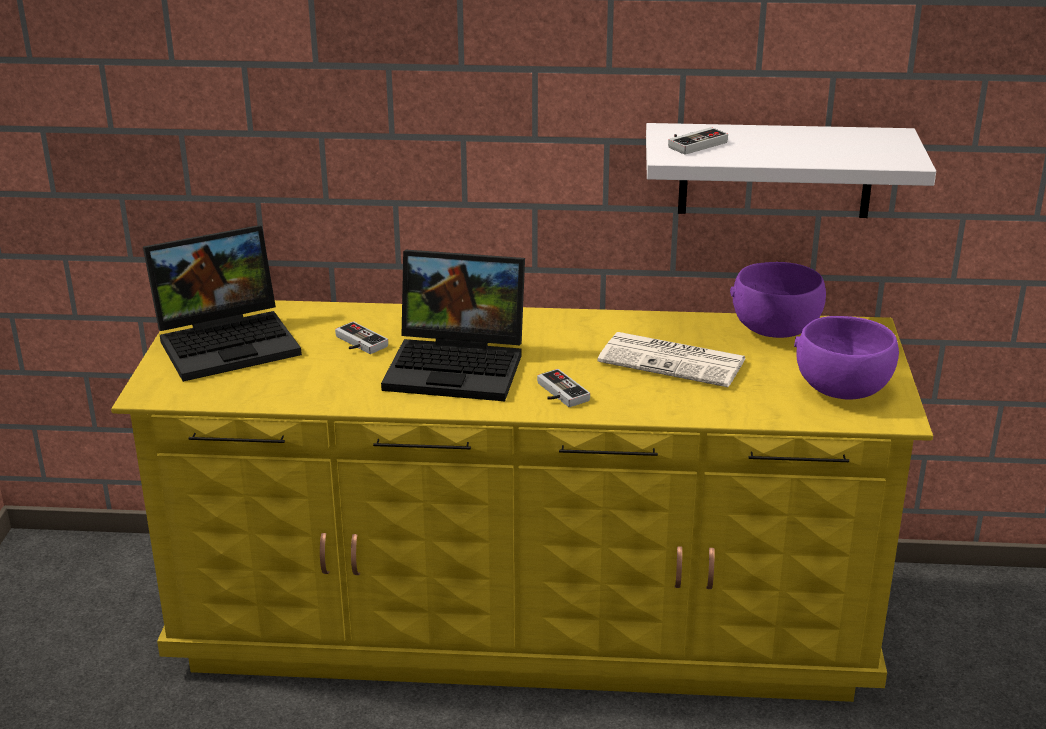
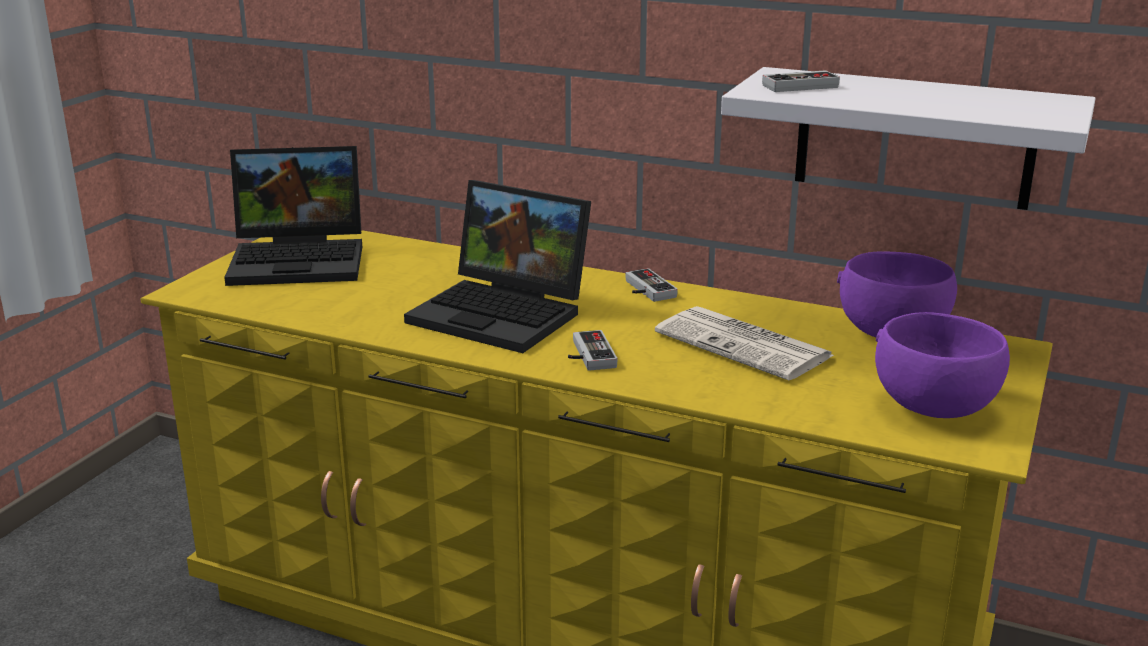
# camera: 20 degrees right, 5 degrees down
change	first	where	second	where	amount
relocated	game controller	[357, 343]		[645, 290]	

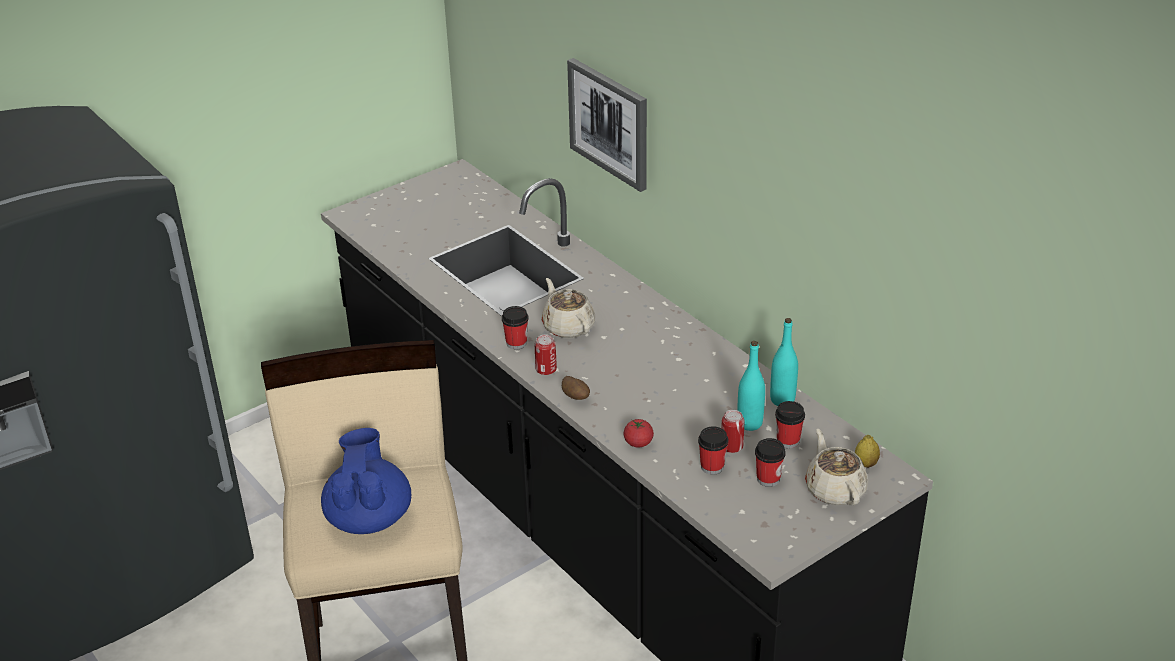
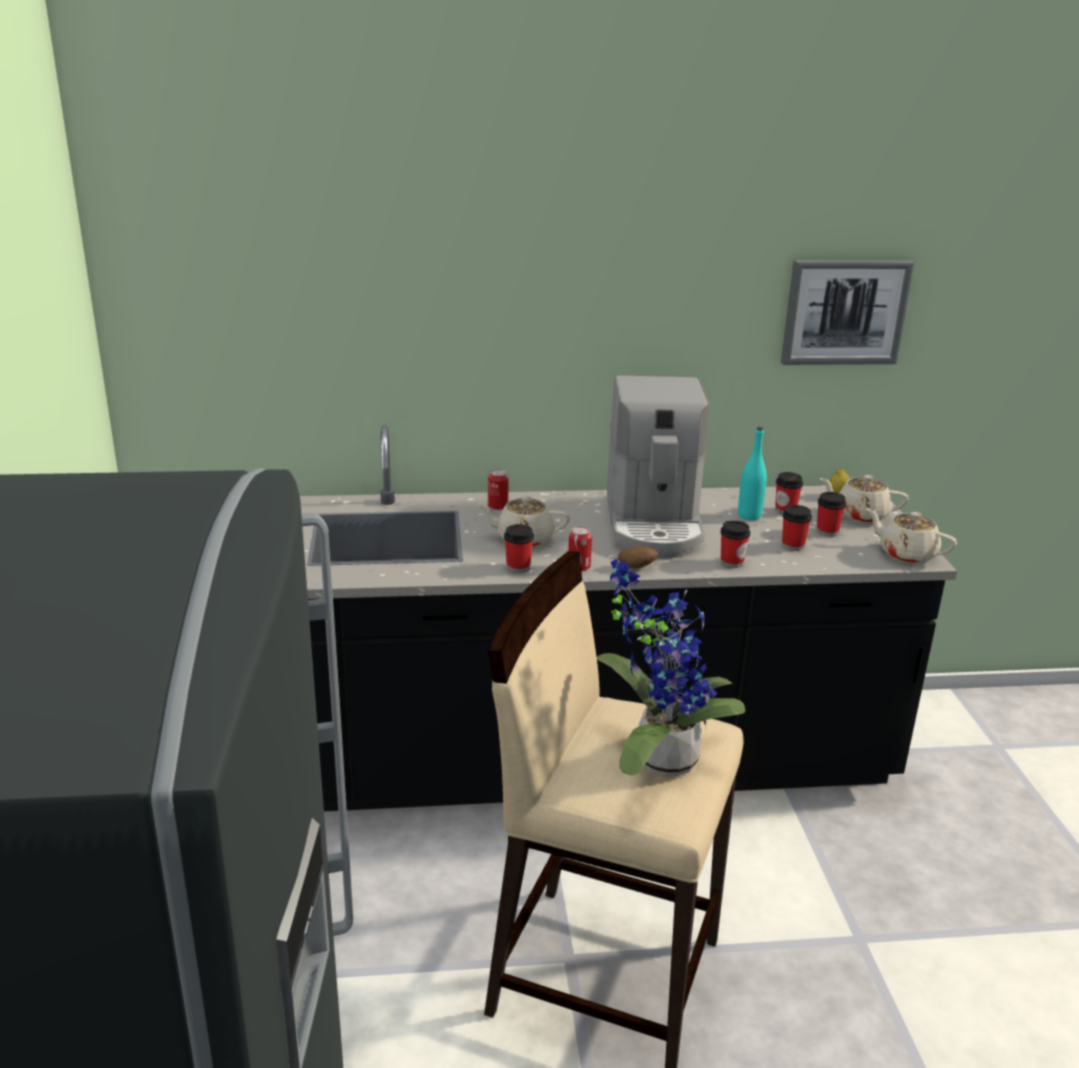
# camera: 60 degrees left, 10 degrees down
change	first	where	second	where	amount
missing	bottle in turquoise	[782, 400]			
appeared			coffee machine	[654, 524]	
appeared			teapot in beige	[906, 554]	
relocated	picture	[609, 123]		[844, 312]	
relocated	can	[731, 447]		[497, 506]	
exchanged	teapot in blue	[369, 517]	potted plant	[658, 758]	
exchanged	tomato	[638, 442]	cup	[731, 563]	

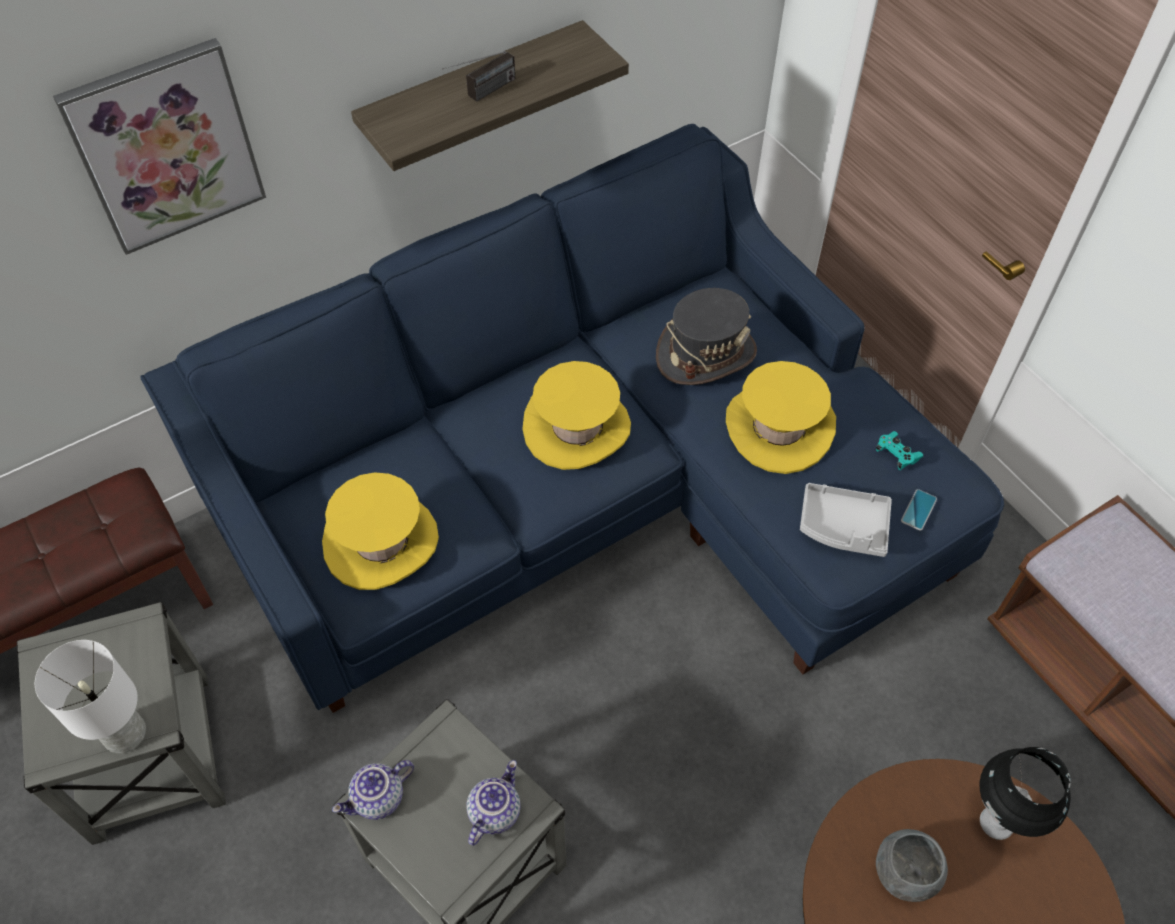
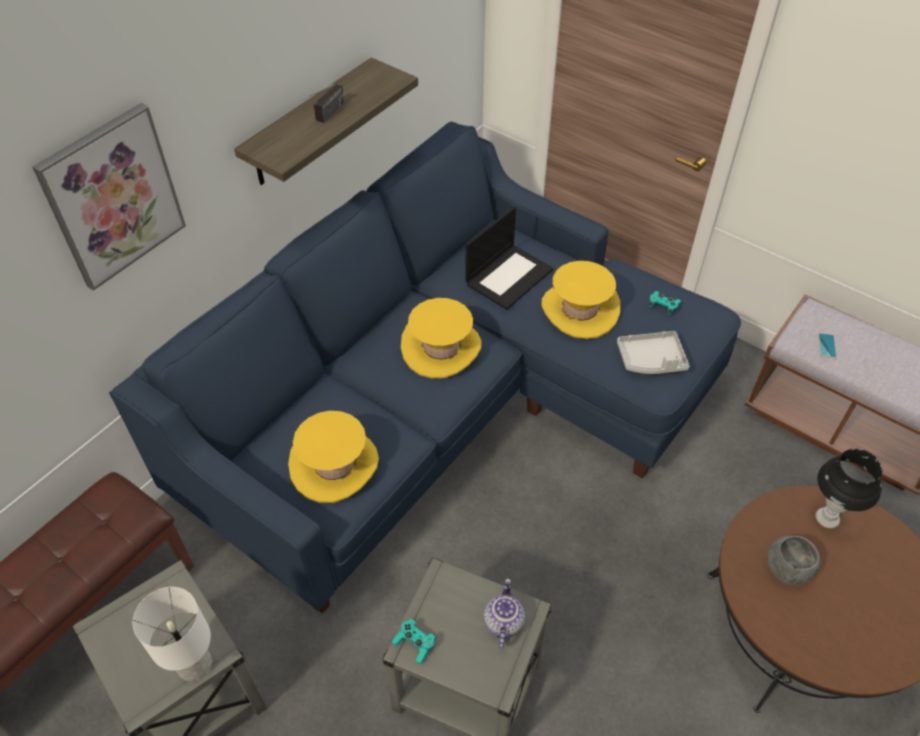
# camera: 20 degrees left, 5 degrees down
change	first	where	second	where	amount
relocated	phone	[918, 510]		[826, 346]	
exchanged	teapot	[378, 799]	game controller in turquoise	[415, 643]	
exchanged	hat in grey	[705, 354]	laptop	[509, 276]	

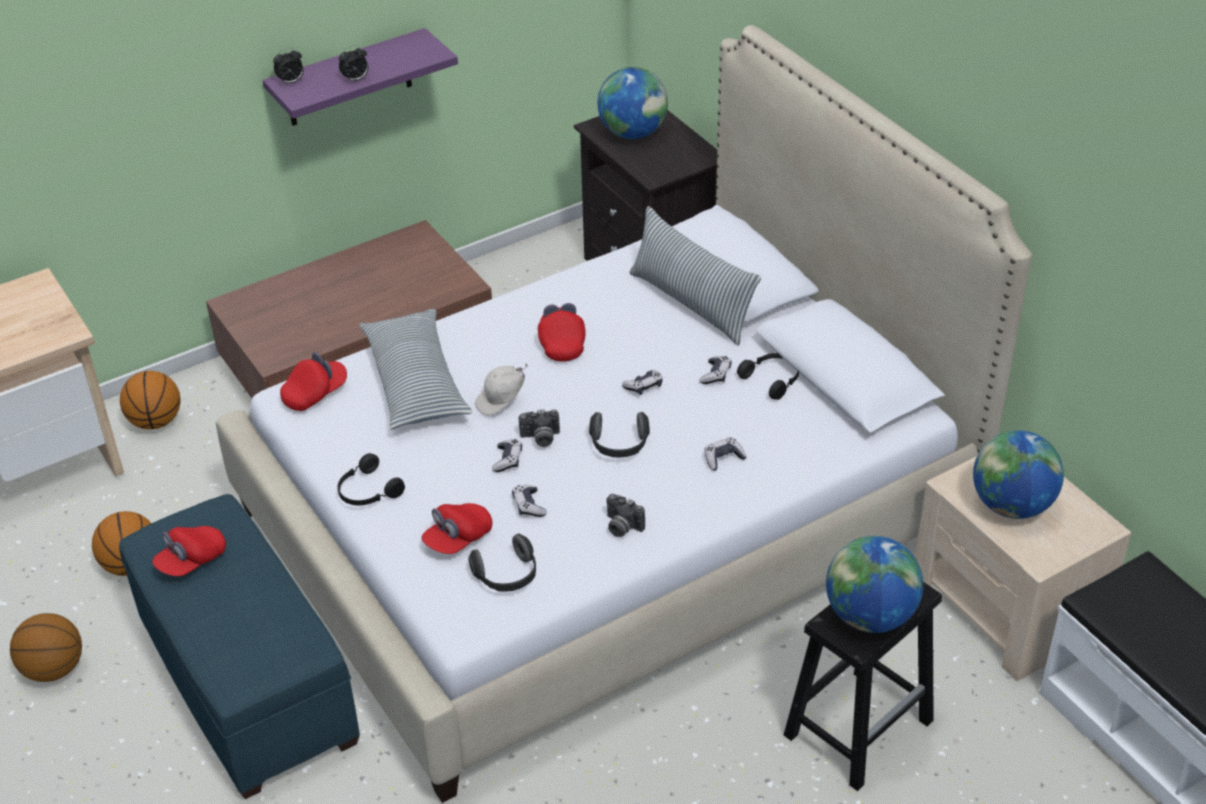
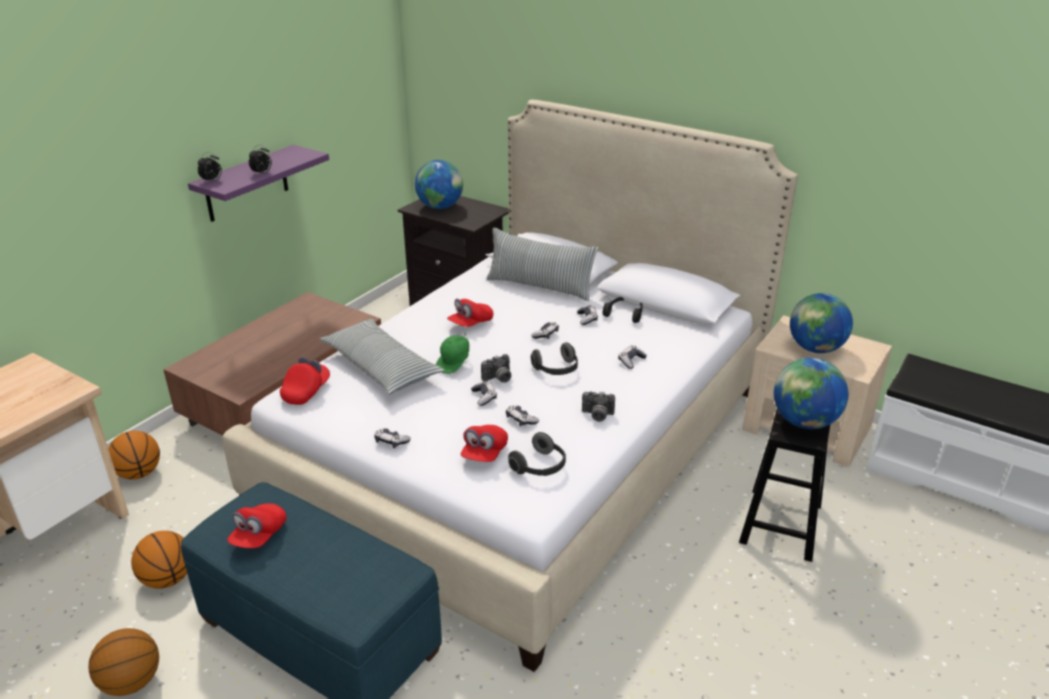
# camera: 25 degrees left, 10 degrees down
change	first	where	second	where	amount
exchanged	headphones in black	[367, 491]	game controller	[391, 442]	
colour	cap in white	[502, 401]	cap in green	[454, 363]	
spun	cap in red	[561, 343]		[470, 323]	105 degrees counterclockwise

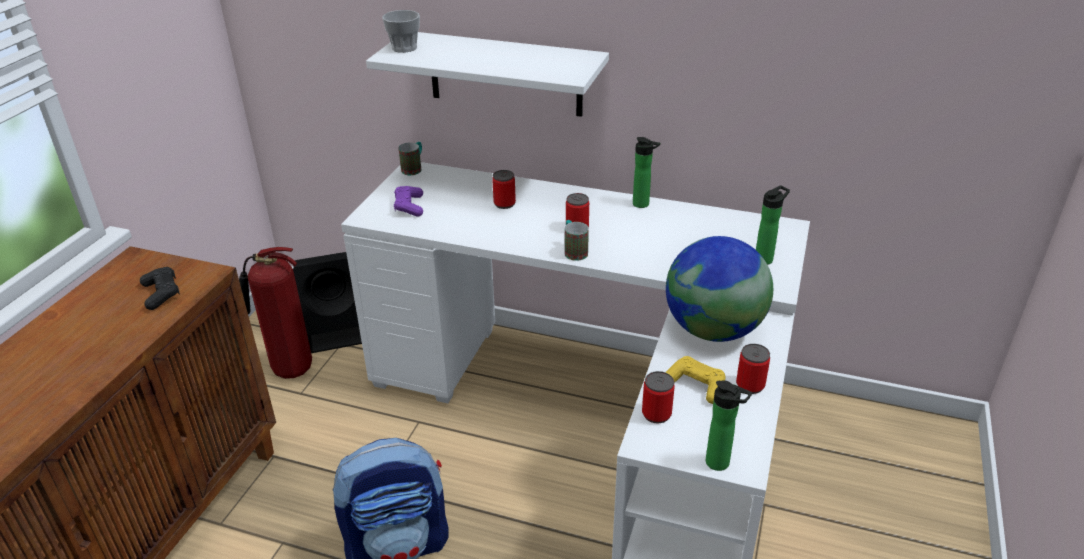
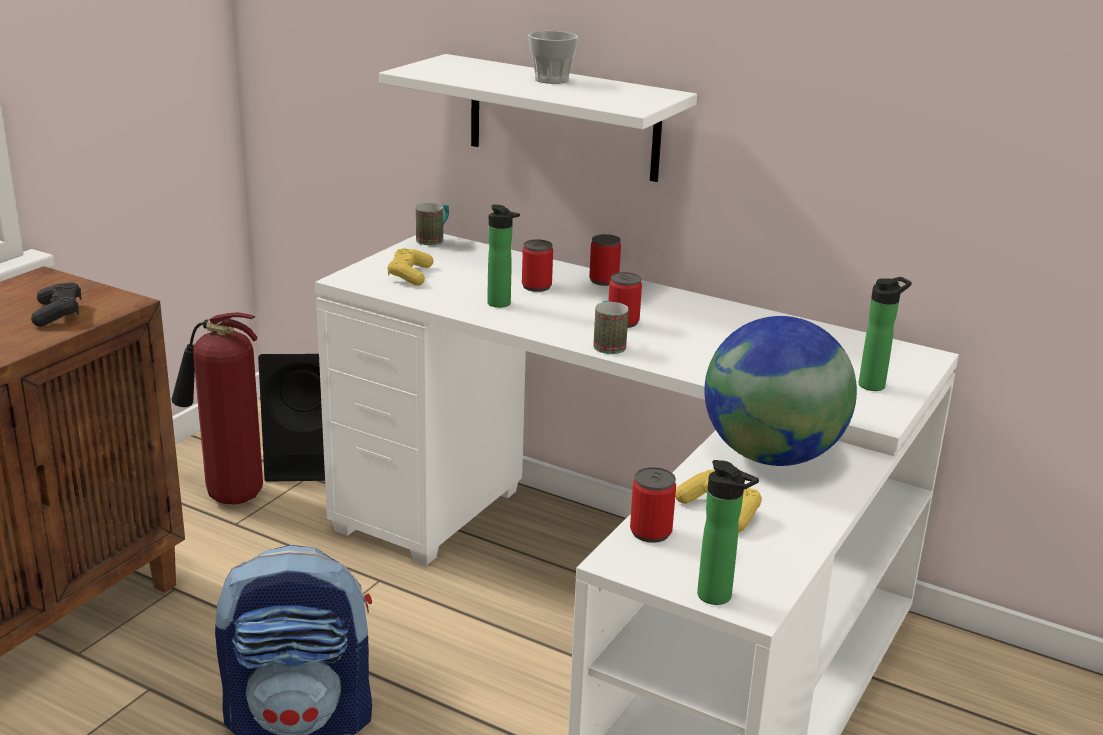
# camera: 10 degrees right, 10 degrees down
change	first	where	second	where	amount
relocated	cup	[404, 48]		[551, 80]	
relocated	bottle	[643, 205]		[501, 304]	
relocated	can	[750, 385]		[604, 280]	
colour	game controller in purple	[409, 207]	game controller in yellow	[410, 275]	

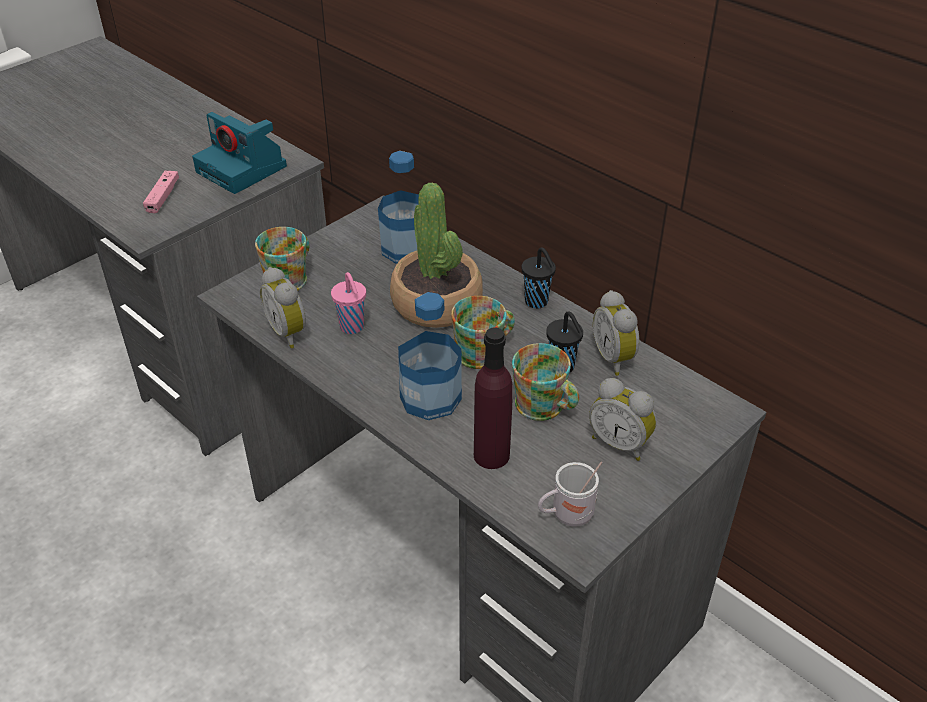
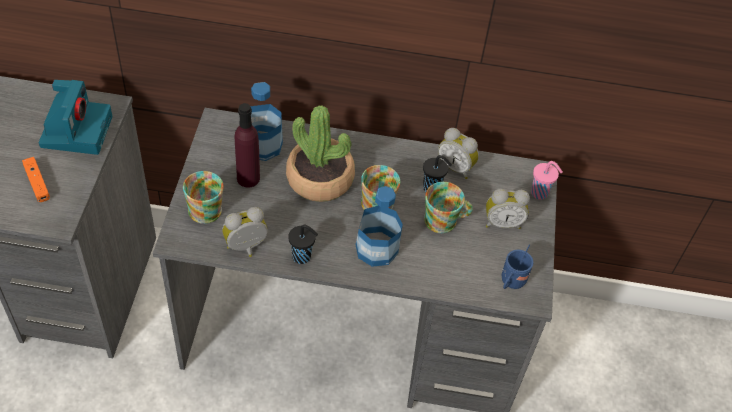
# camera: 40 degrees left, 10 degrees up
change	first	where	second	where	amount
relocated	cup in pink	[352, 328]		[540, 193]	
relocated	bottle in purple	[491, 455]		[248, 178]	
relocated	cup in black	[537, 302]		[302, 257]	
colour	game controller in pink	[163, 197]	game controller in orange	[37, 183]	
colour	mug in white	[566, 515]	mug in blue	[511, 283]	
spun	photo camera	[243, 169]		[76, 130]	90 degrees counterclockwise
spun	alarm clock	[290, 332]		[246, 248]	135 degrees clockwise

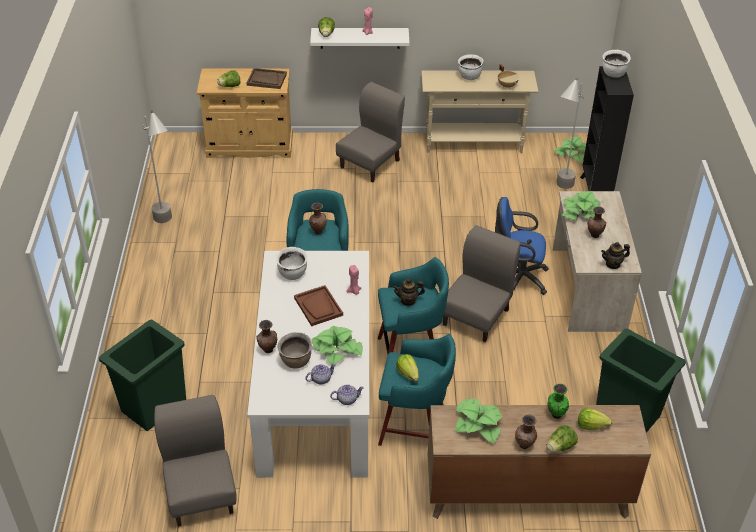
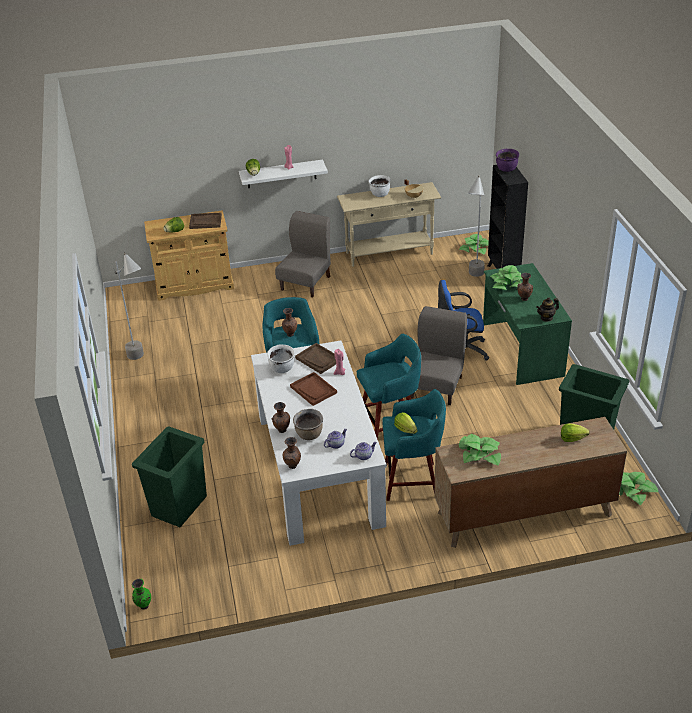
# camera: 10 degrees left, 5 degrees down
change	first	where	second	where	amount
missing	chair in grey	[201, 494]			
missing	teapot	[408, 300]			
missing	lettuce	[560, 447]			
appeared			tray in brown	[318, 359]	
relocated	potted plant	[337, 349]		[633, 491]	
relocated	vase in brown	[524, 446]		[293, 466]	
relocated	vase in green	[555, 415]		[143, 606]	
colour	desk in beige	[587, 289]	desk in green	[521, 350]	
colour	cooking pot in white	[613, 74]	cooking pot in purple	[506, 169]	

